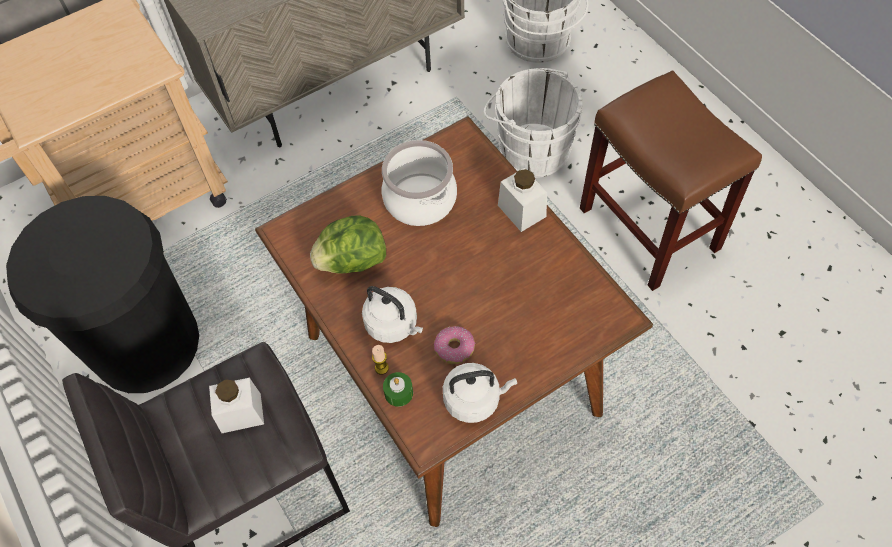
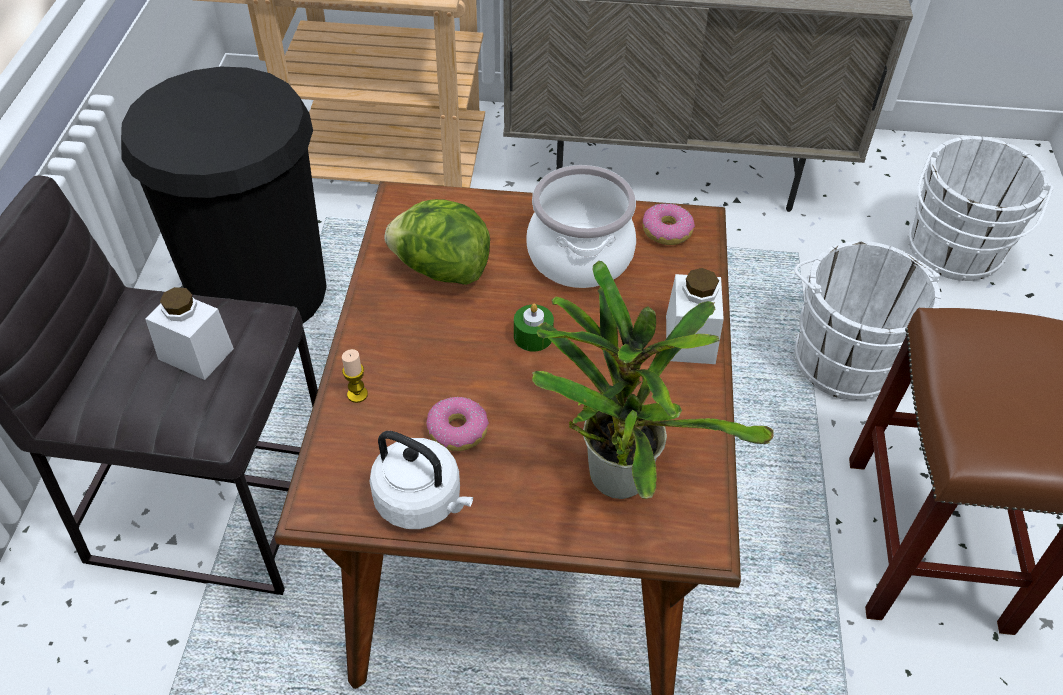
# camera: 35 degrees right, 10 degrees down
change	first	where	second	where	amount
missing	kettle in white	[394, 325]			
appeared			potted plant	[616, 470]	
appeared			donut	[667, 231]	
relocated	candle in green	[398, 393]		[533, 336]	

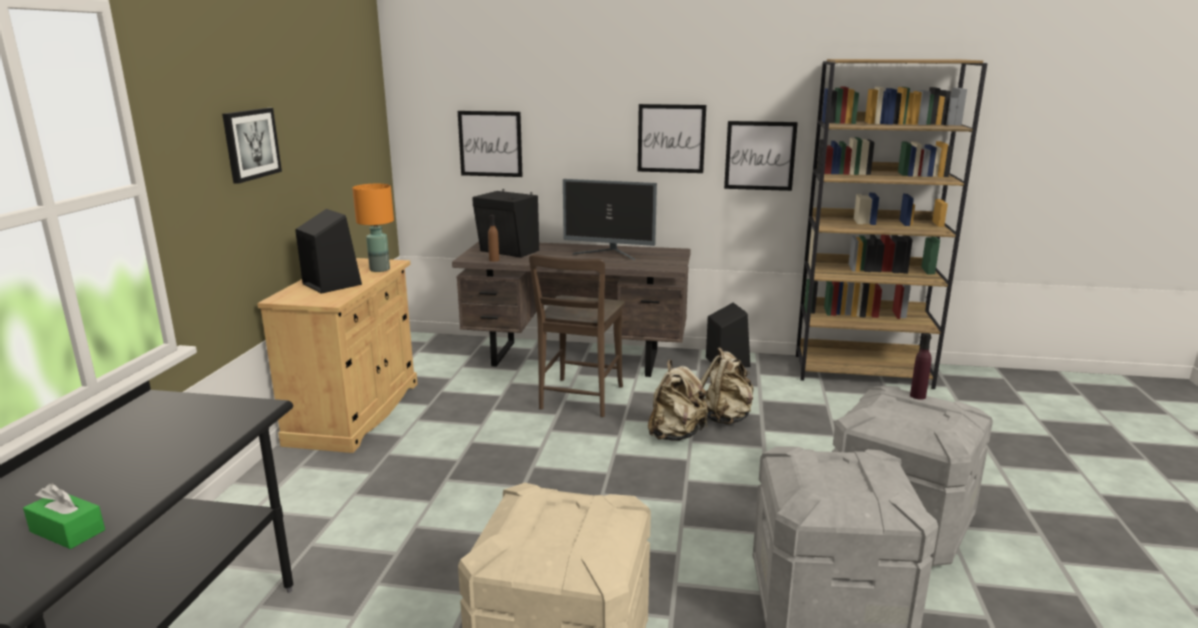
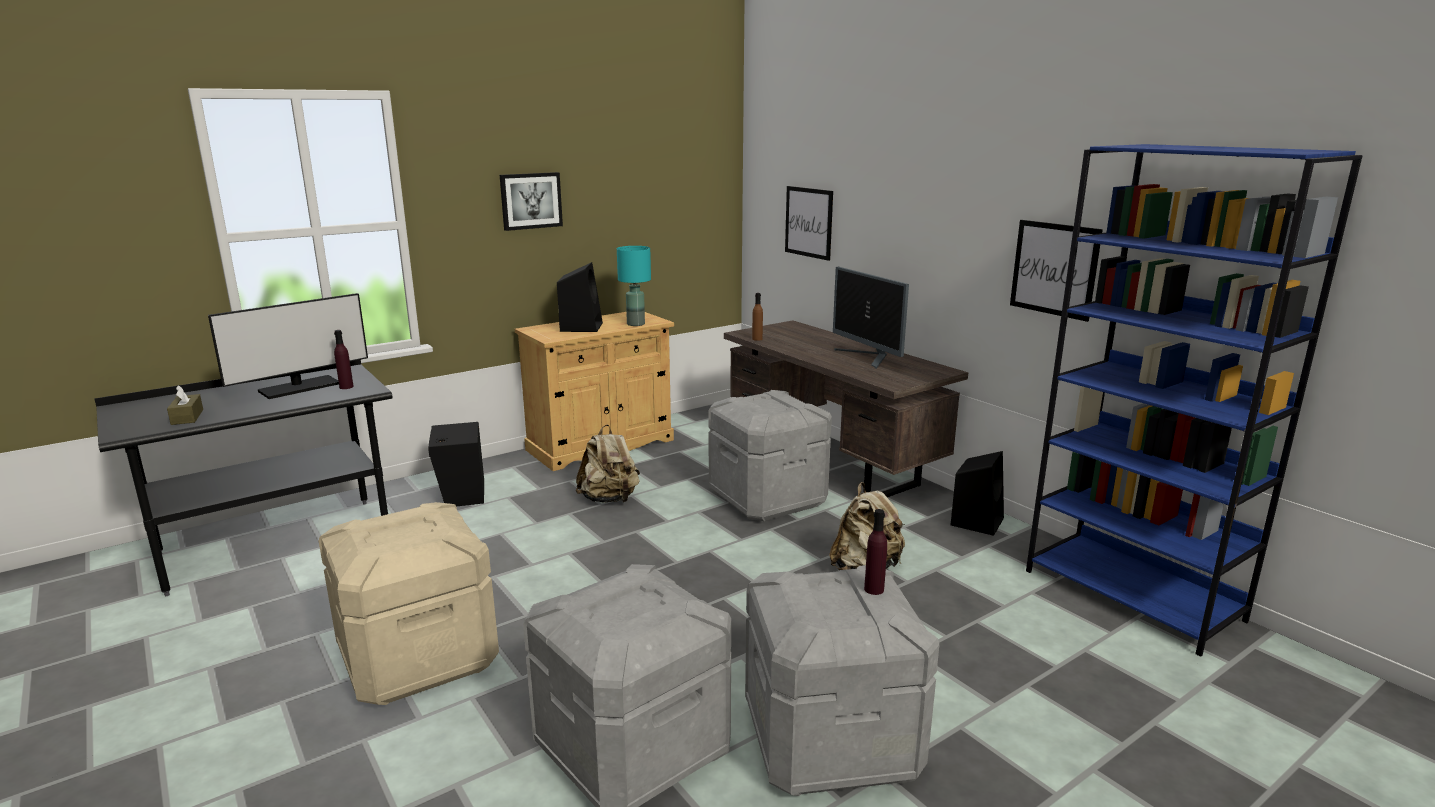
# camera: 45 degrees right, 0 degrees up
change	first	where	second	where	amount
missing	picture	[671, 138]			
appeared			monitor	[299, 387]	
appeared			bottle in purple	[346, 387]	
relocated	speaker in black	[508, 251]		[461, 494]	
relocated	backpack in beige	[676, 435]		[609, 499]	
exchanged	chair in brown	[579, 399]	storage box in grey	[766, 498]	
colour	tissue box in green	[67, 531]	tissue box in brown	[187, 417]	
colour	table lamp in orange	[380, 269]	table lamp in turquoise	[636, 324]	
colour	bookcase in brown	[862, 371]	bookcase in blue	[1133, 595]	

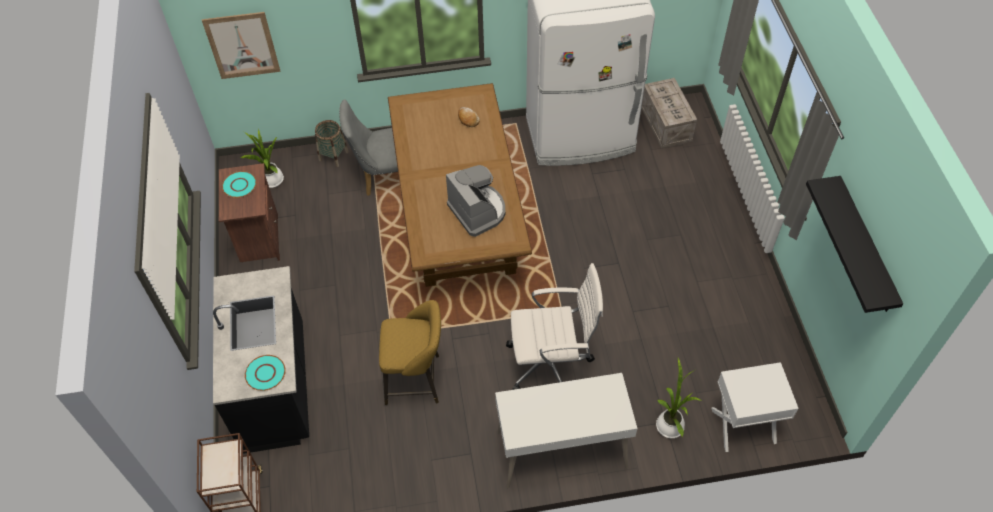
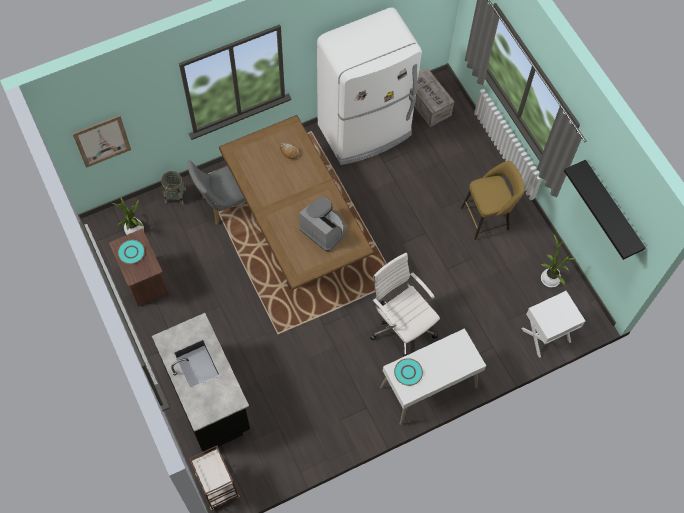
# camera: 20 degrees left, 10 degrees up
change	first	where	second	where	amount
relocated	plate in turquoise	[265, 373]		[408, 372]	
relocated	stool in yellow	[417, 379]		[487, 218]	
relocated	potted plant	[670, 424]		[549, 277]	
spun	office chair in white	[551, 364]		[401, 325]	105 degrees counterclockwise

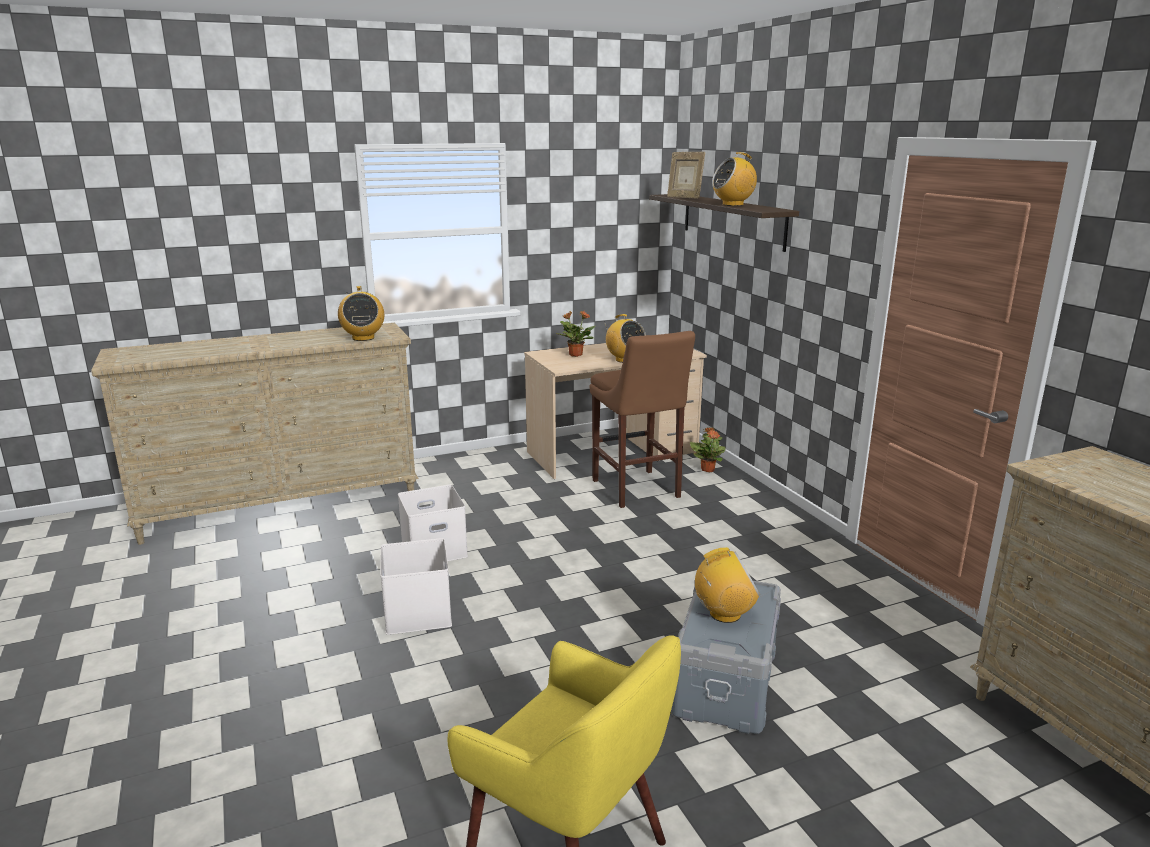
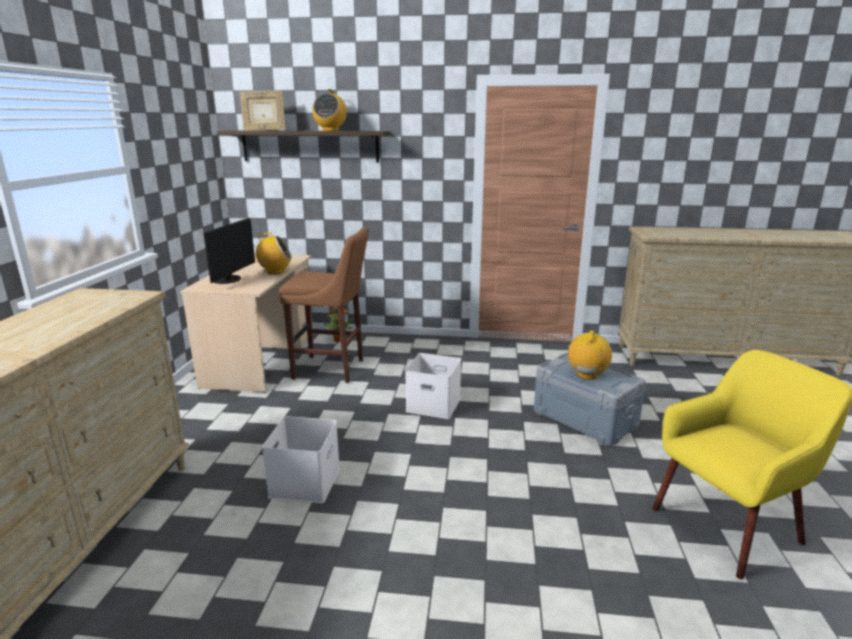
# camera: 60 degrees left, 0 degrees up
change	first	where	second	where	amount
missing	radio	[363, 338]			
relocated	storage box in white	[419, 613]		[434, 404]	
exchanged	potted plant	[575, 355]	monitor	[229, 280]	

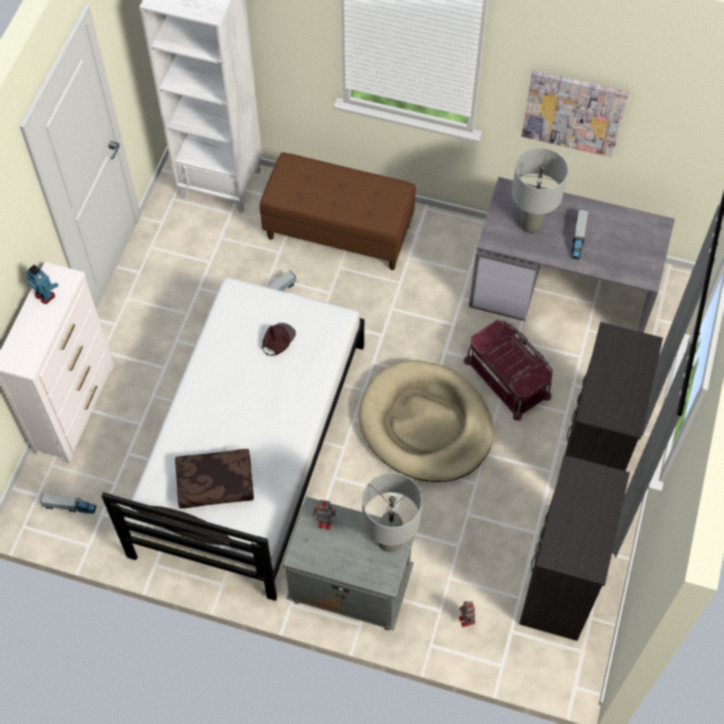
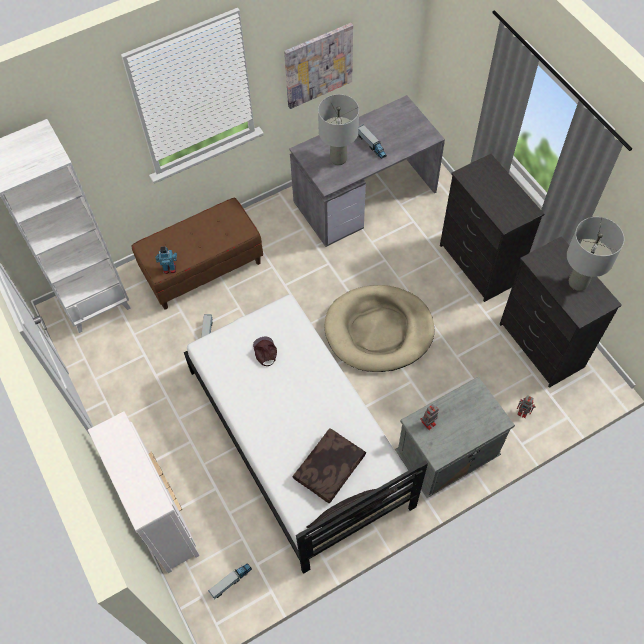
# camera: 45 degrees left, 0 degrees up
change	first	where	second	where	amount
missing	storage box in red	[508, 378]			
relocated	toy robot	[45, 295]		[169, 268]	
relocated	table lamp in grey	[389, 541]		[578, 283]	

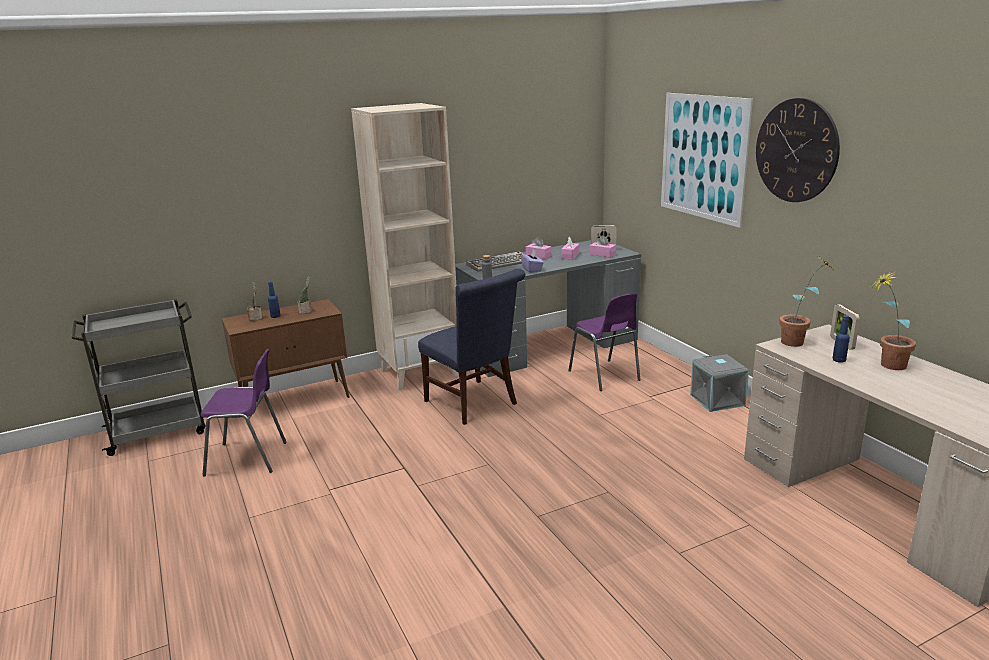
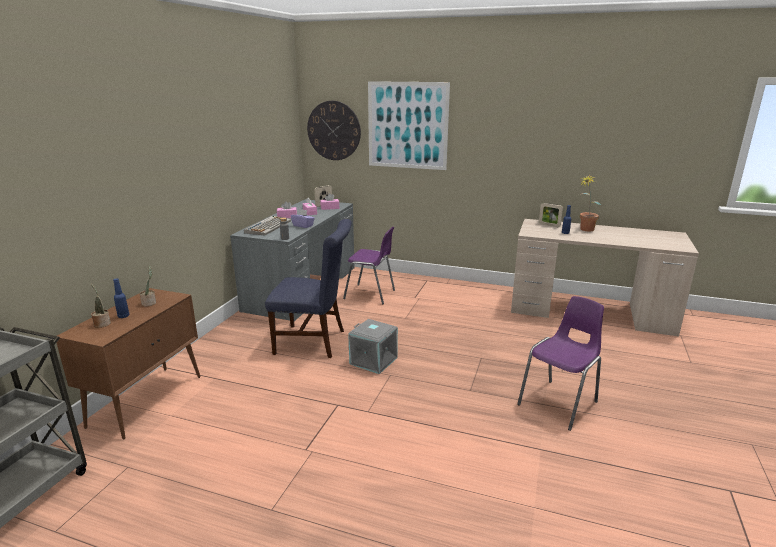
# camera: 45 degrees left, 0 degrees up
change	first	where	second	where	amount
missing	bookcase in beige	[419, 372]			
missing	potted plant	[799, 342]			
relocated	chair in purple	[248, 458]		[559, 403]	
relocated	storage box in grey	[718, 400]		[374, 360]	
relocated	wall clock	[796, 150]		[334, 130]	

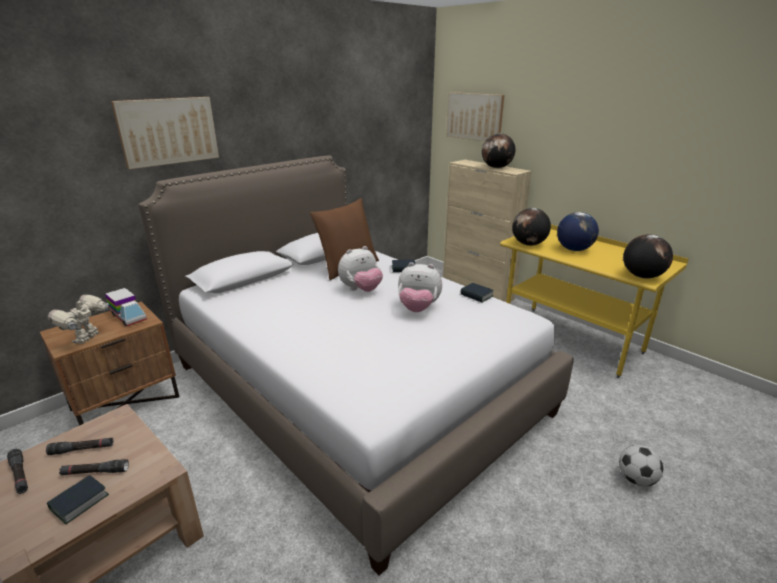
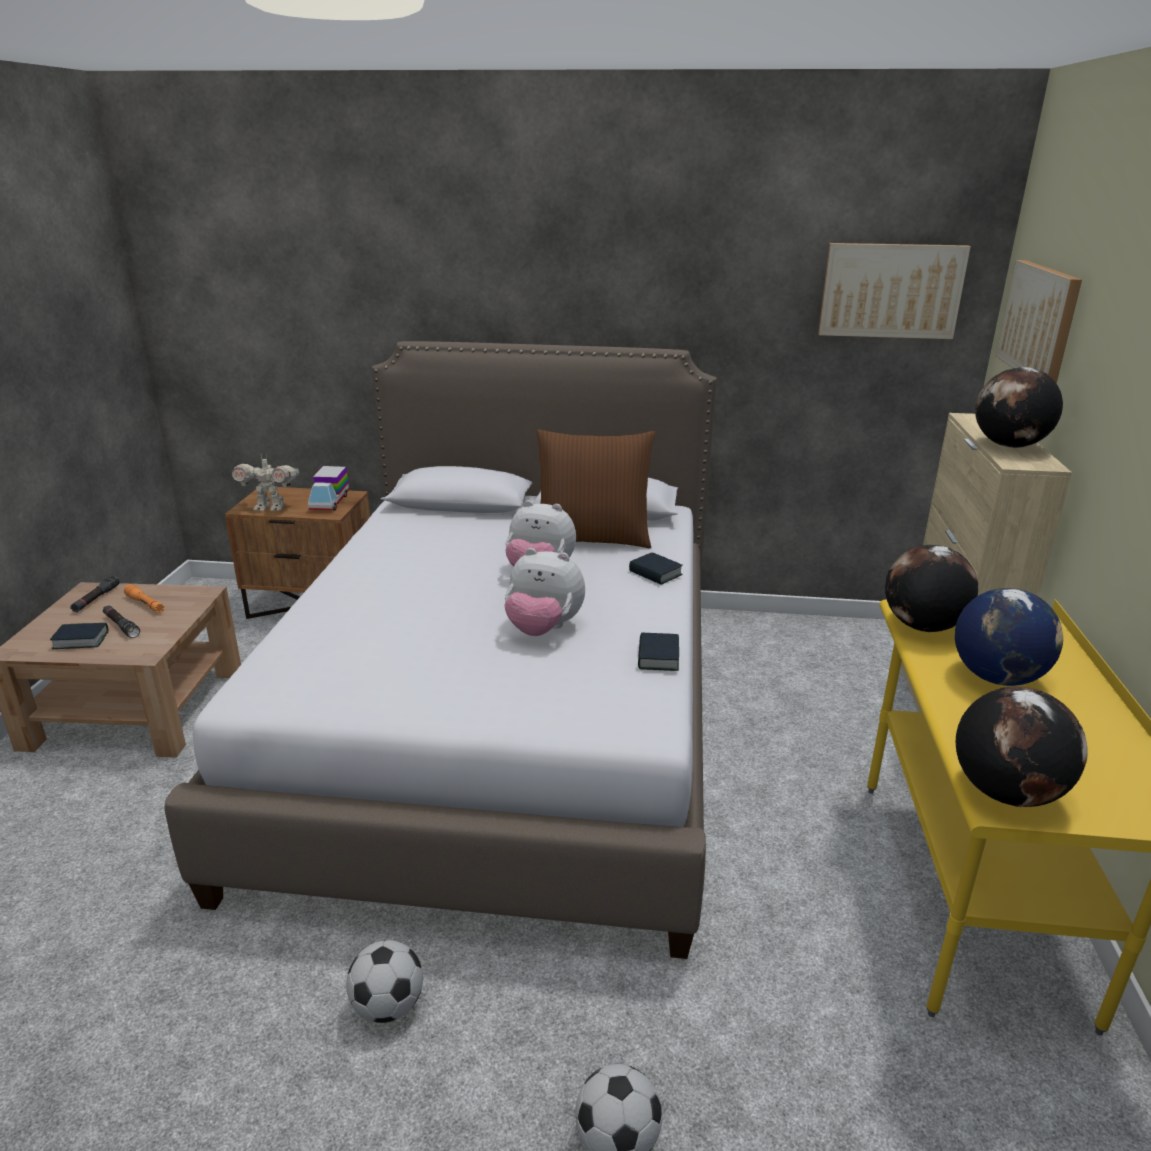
# camera: 50 degrees right, 0 degrees up
change	first	where	second	where	amount
appeared			football	[388, 1006]	
relocated	picture	[168, 131]		[890, 290]	
colour	flashlight in black	[82, 449]	flashlight in orange	[145, 604]	
spun	toy robot	[88, 338]		[270, 508]	150 degrees counterclockwise
spun	plush toy	[418, 308]		[543, 629]	45 degrees counterclockwise

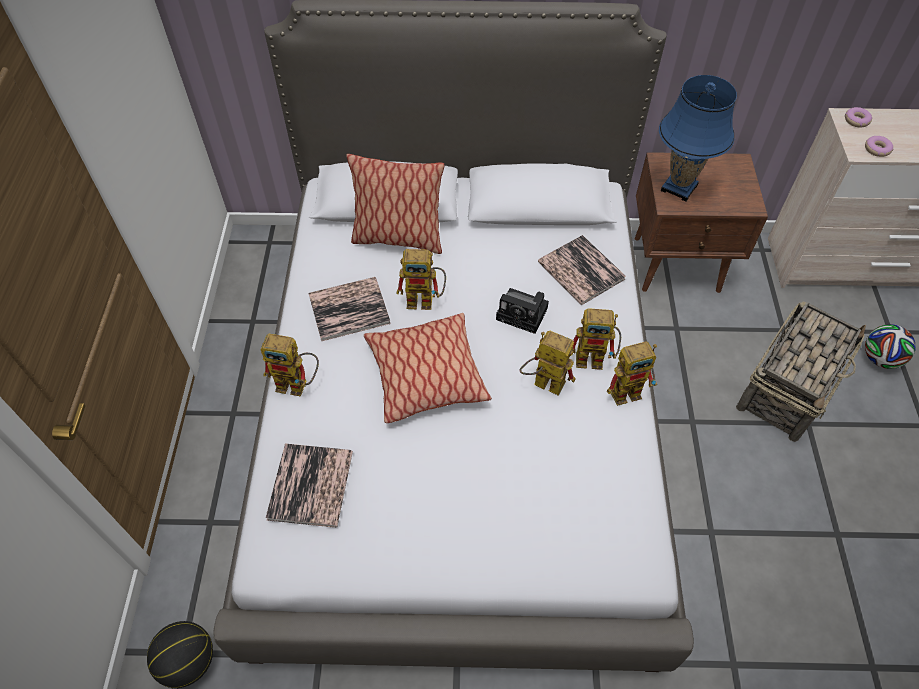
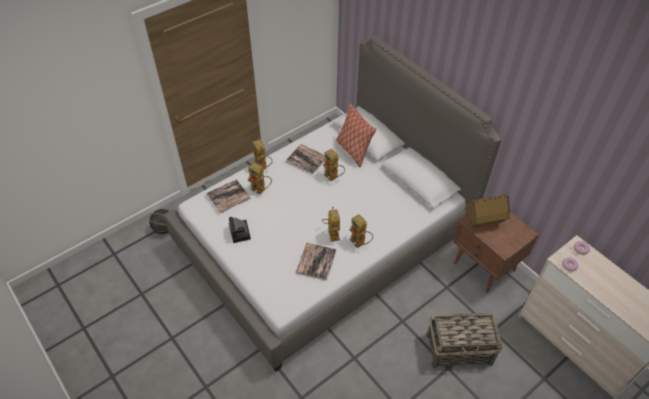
# camera: 50 degrees right, 5 degrees down
change	first	where	second	where	amount
missing	pillow	[426, 375]			
missing	football	[880, 358]			
relocated	photo camera	[524, 314]		[240, 233]	
relocated	book	[581, 271]		[316, 261]	
relocated	toy robot	[630, 390]		[261, 189]	
exchanged	table lamp in blue	[678, 188]	toy house	[484, 220]	

